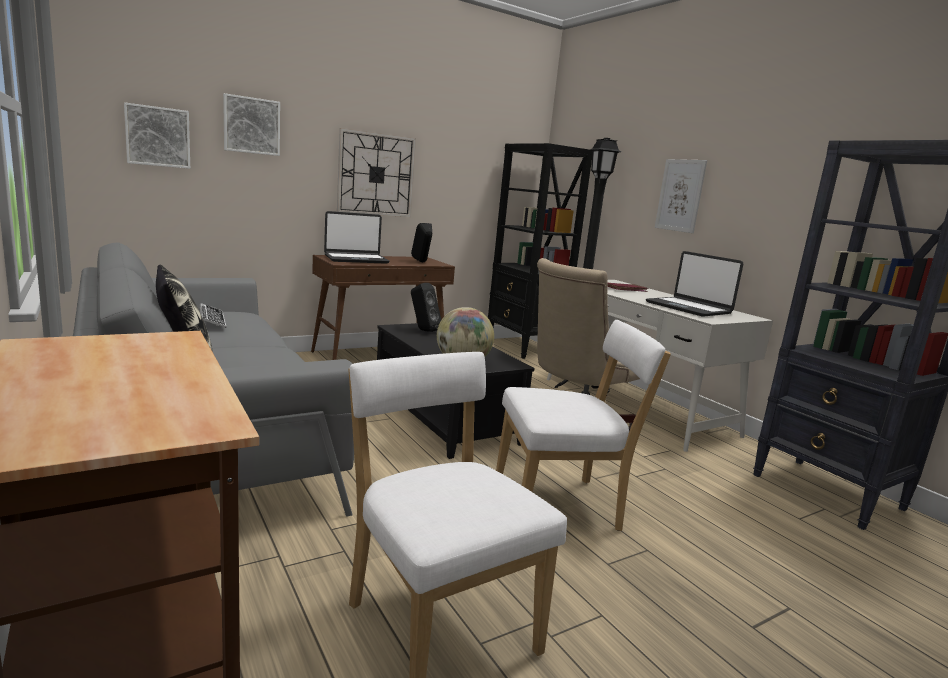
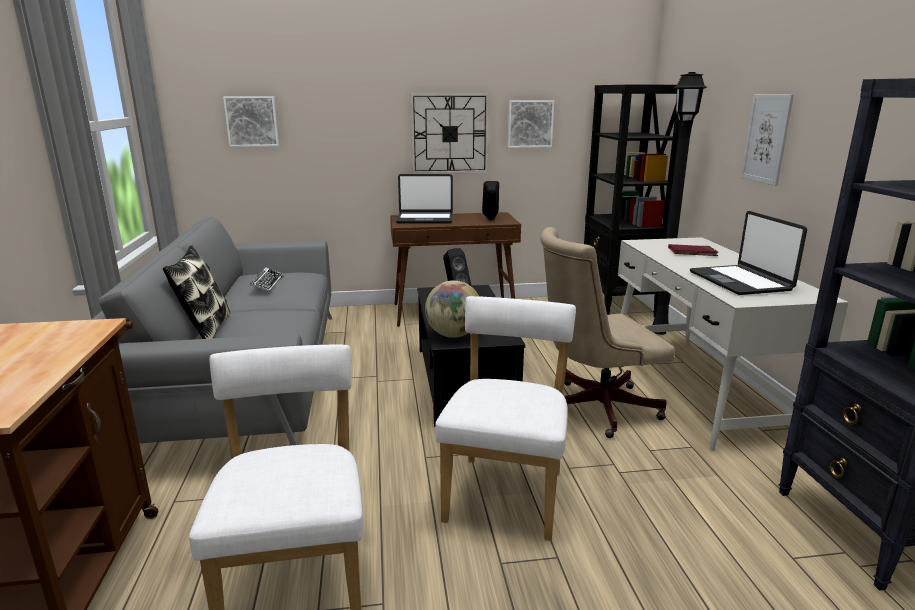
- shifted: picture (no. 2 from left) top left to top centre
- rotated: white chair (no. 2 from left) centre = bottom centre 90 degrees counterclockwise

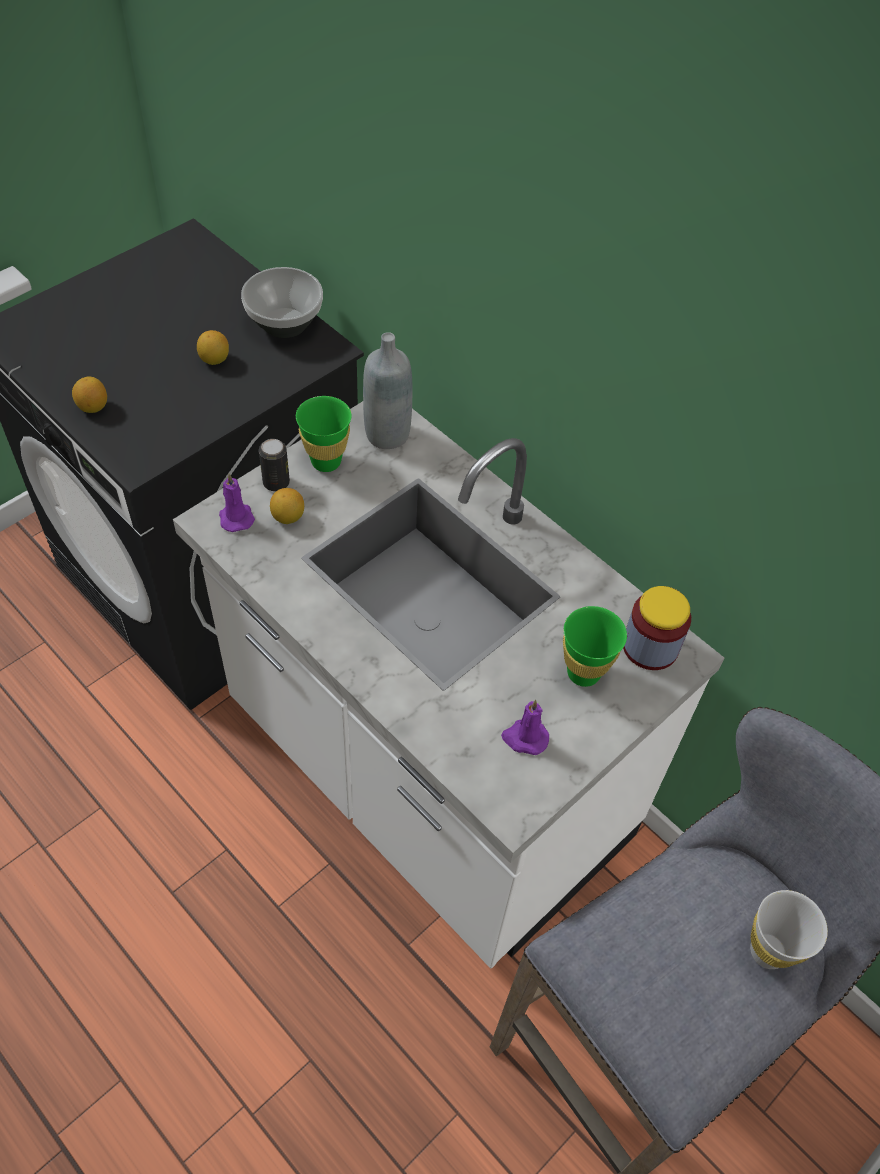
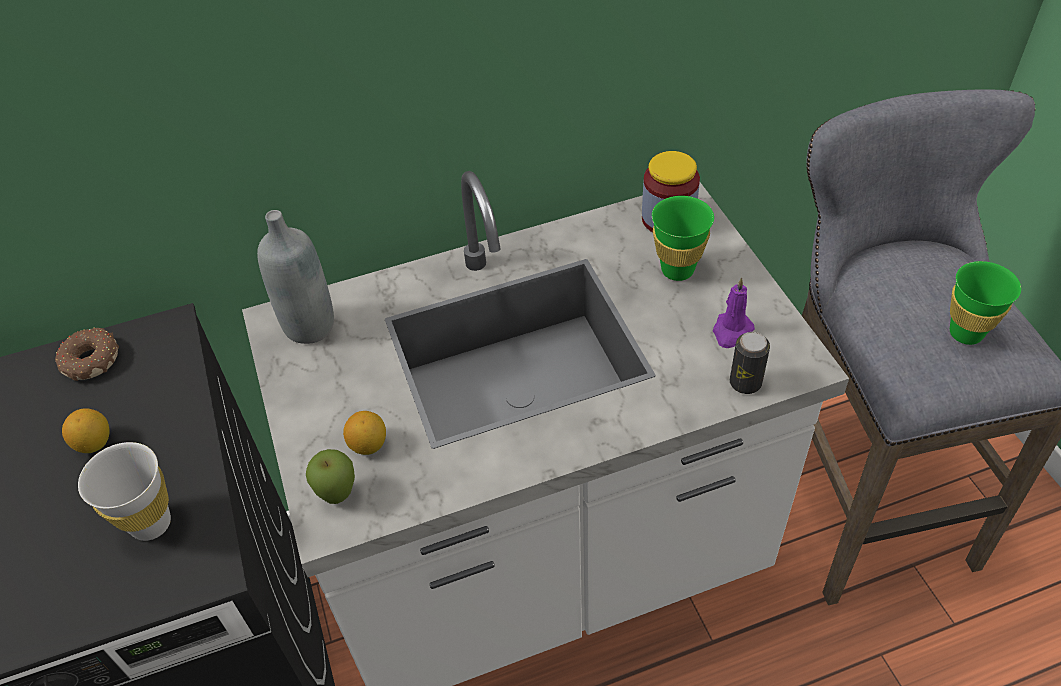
- gone: lemon (no. 1 from left) middle left
- swapped: purple candle (no. 1 from left) middle left to apple bottom left
- swapped: bowl top left to donut middle left
- shifted: can middle left to middle right
- shifted: green cup (no. 1 from left in the first image) centre to green cup (no. 2 from left) middle right
- shifted: white cup bottom right to bottom left

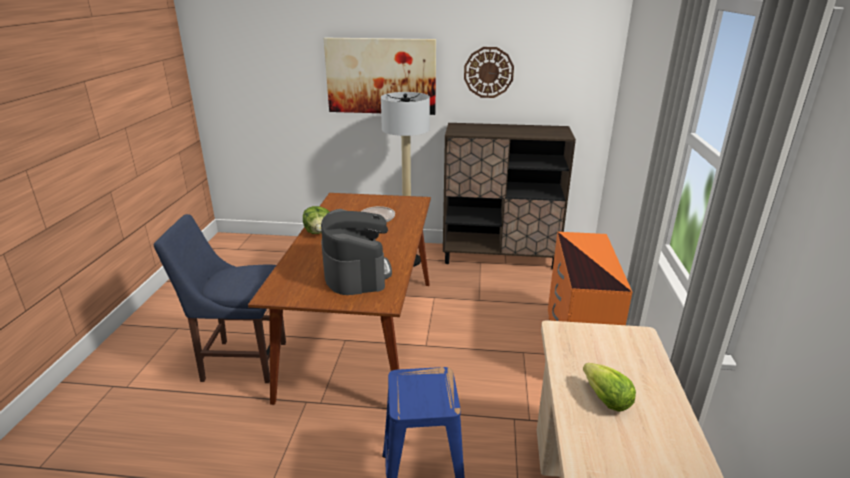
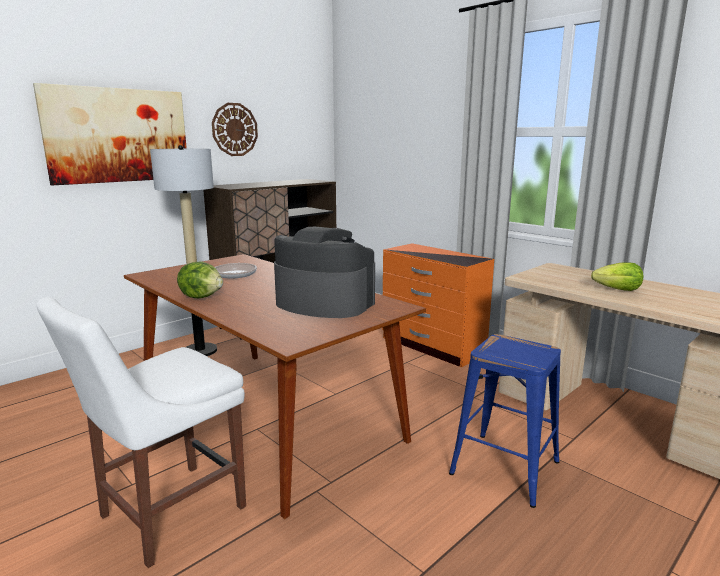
- repainted: blue chair middle left to white chair bottom left

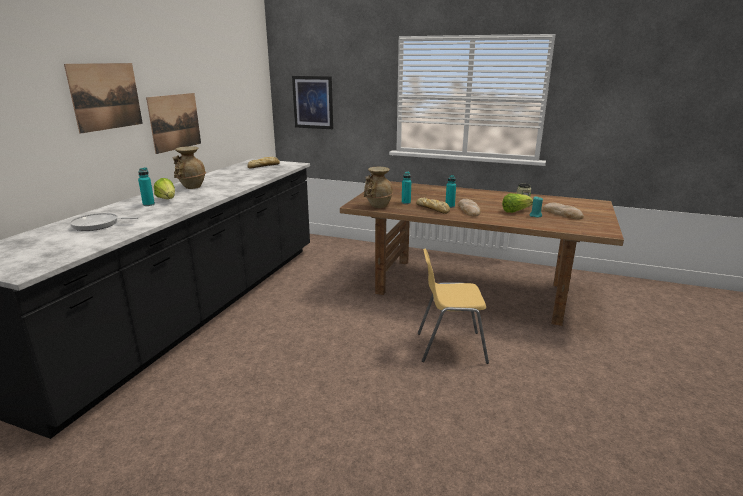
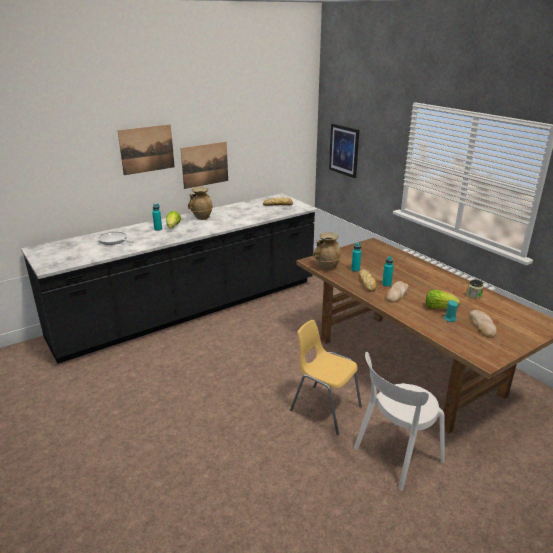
- new: white chair bottom right

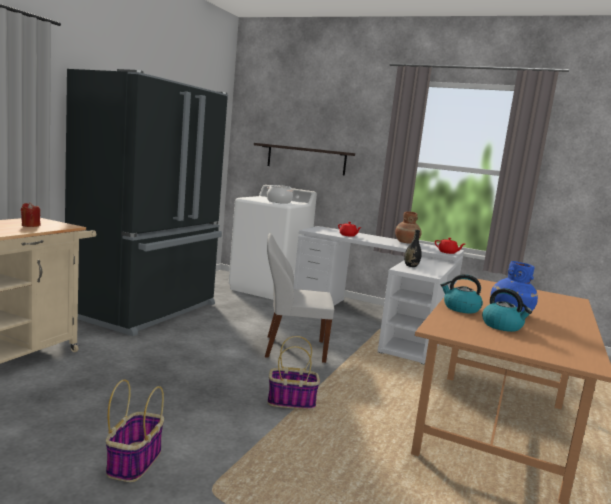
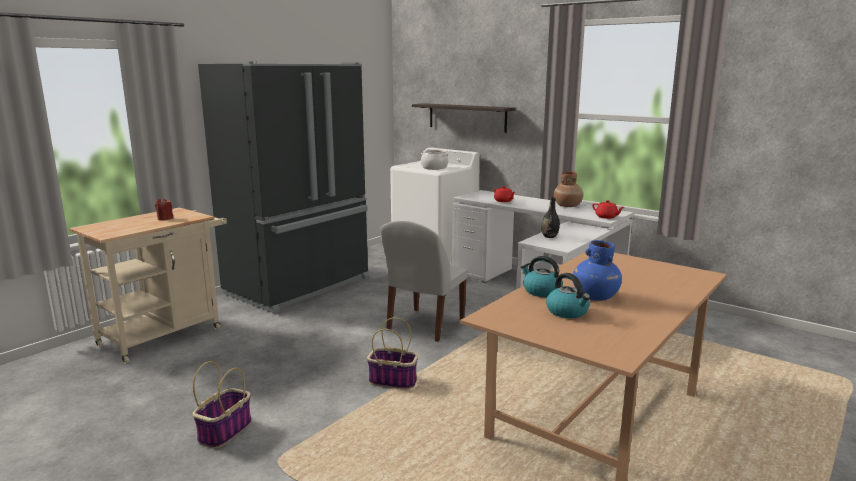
- rotated: white chair centre = centre 75 degrees counterclockwise

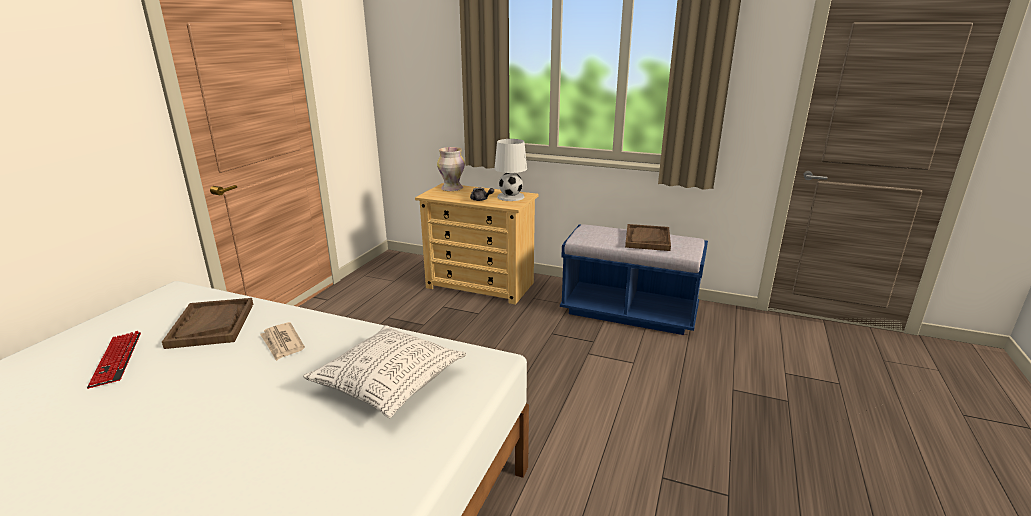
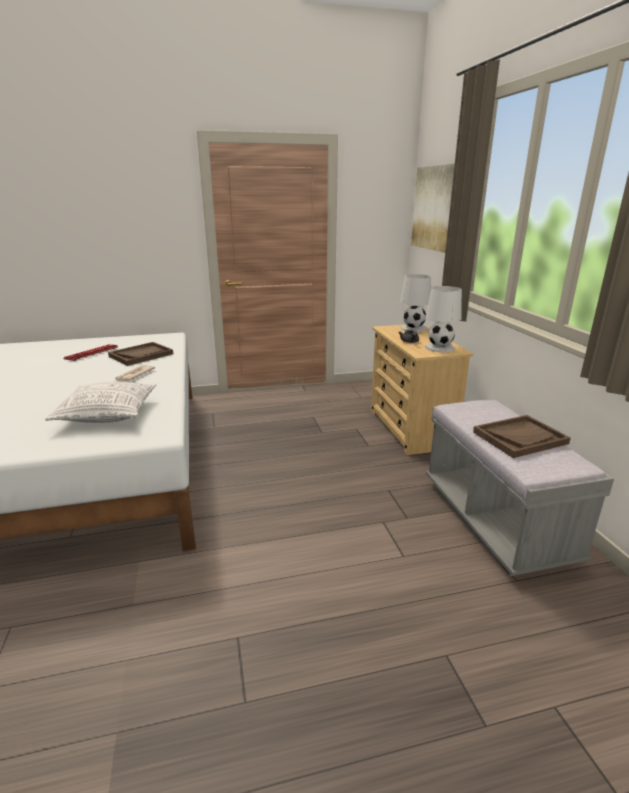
- swapped: vase top centre to white table lamp (no. 1 from left) centre
- repainted: blue bench centre to grey bench middle right
- new: picture top right

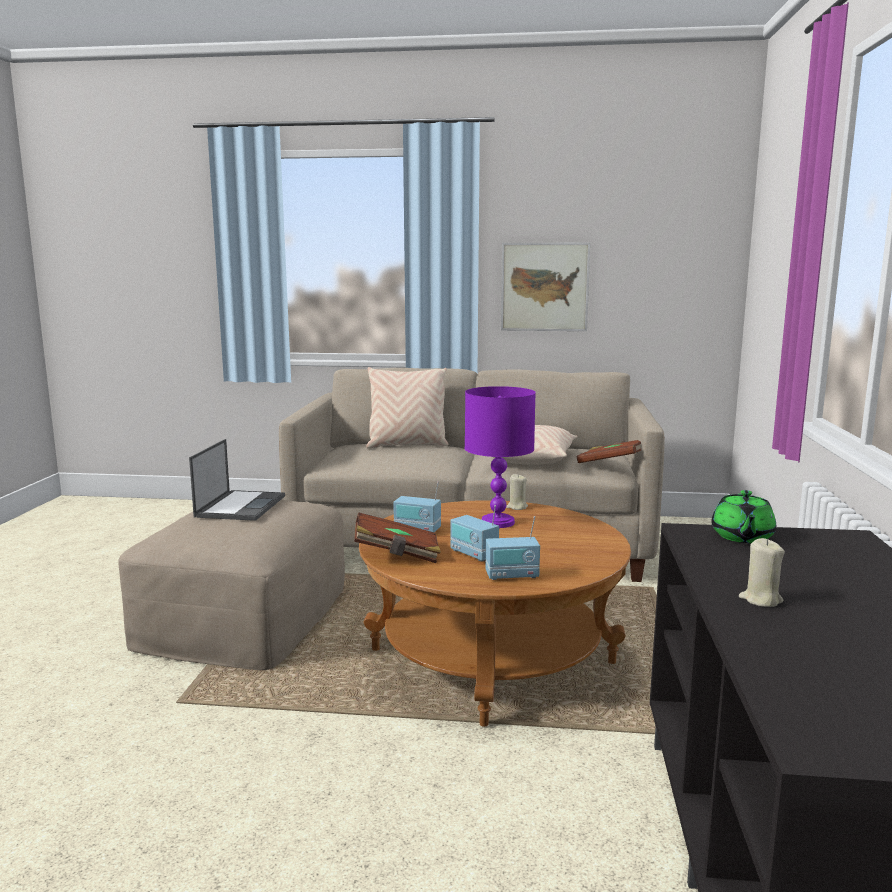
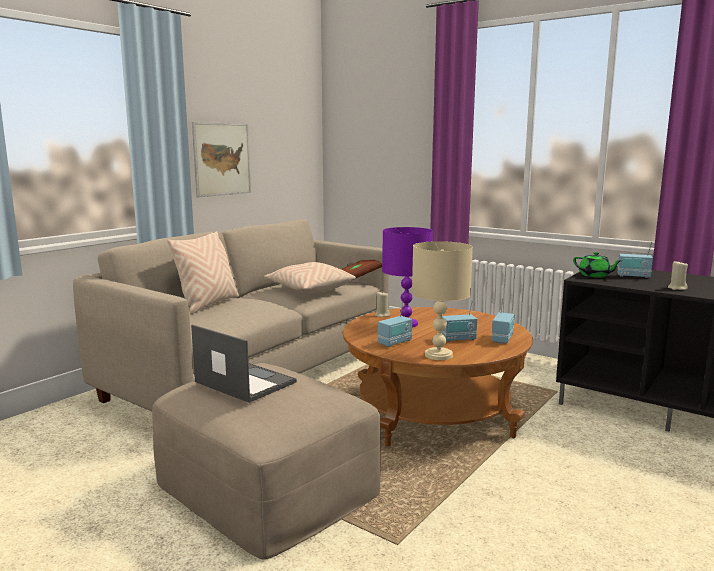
- swapped: brown book (no. 1 from left) centre to beige table lamp centre
- new: radio (no. 4 from left) middle right

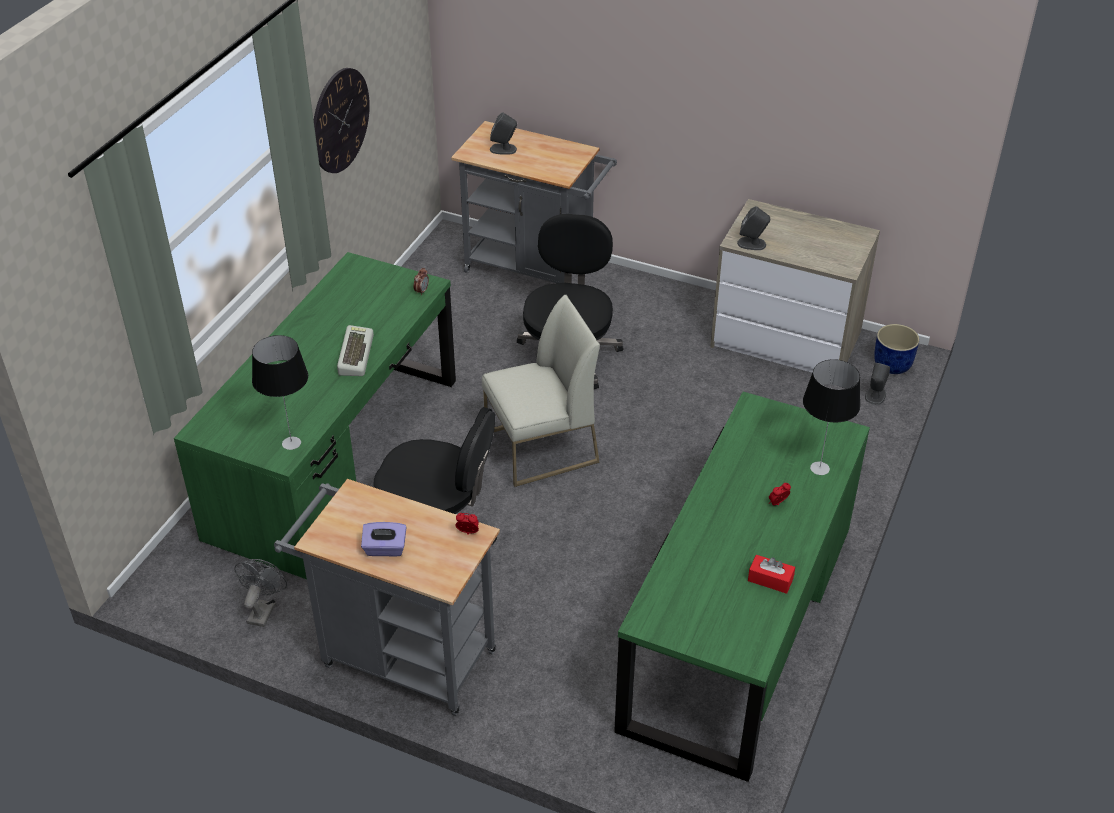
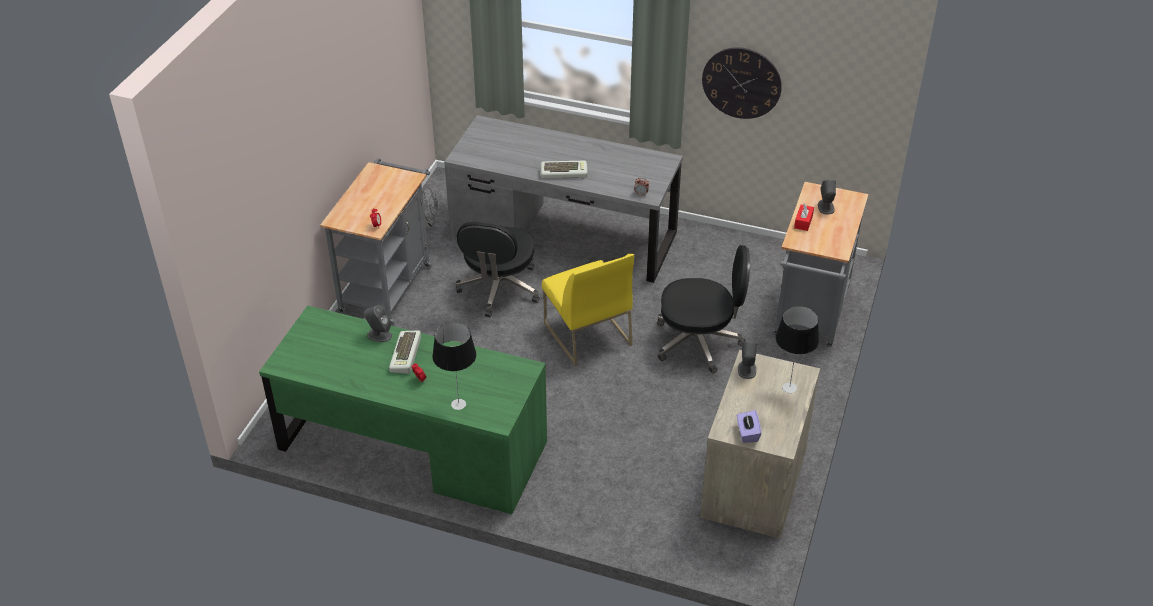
- repainted: green desk (no. 1 from left) middle left to grey desk top centre
- shifted: table lamp (no. 1 from left in the first image) middle left to table lamp (no. 2 from left) middle right
- shifted: purple tissue box centre to bottom centre
- repainted: white chair centre to yellow chair centre
- shifted: red tissue box bottom right to middle right
- shifted: grey speaker (no. 3 from left in the first image) middle right to grey speaker (no. 1 from left) middle left
- gone: blue planter middle right
- new: keyboard (no. 1 from left) centre

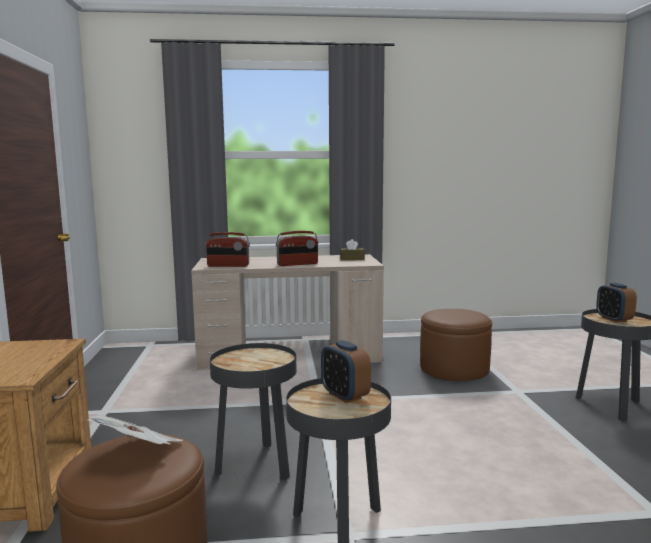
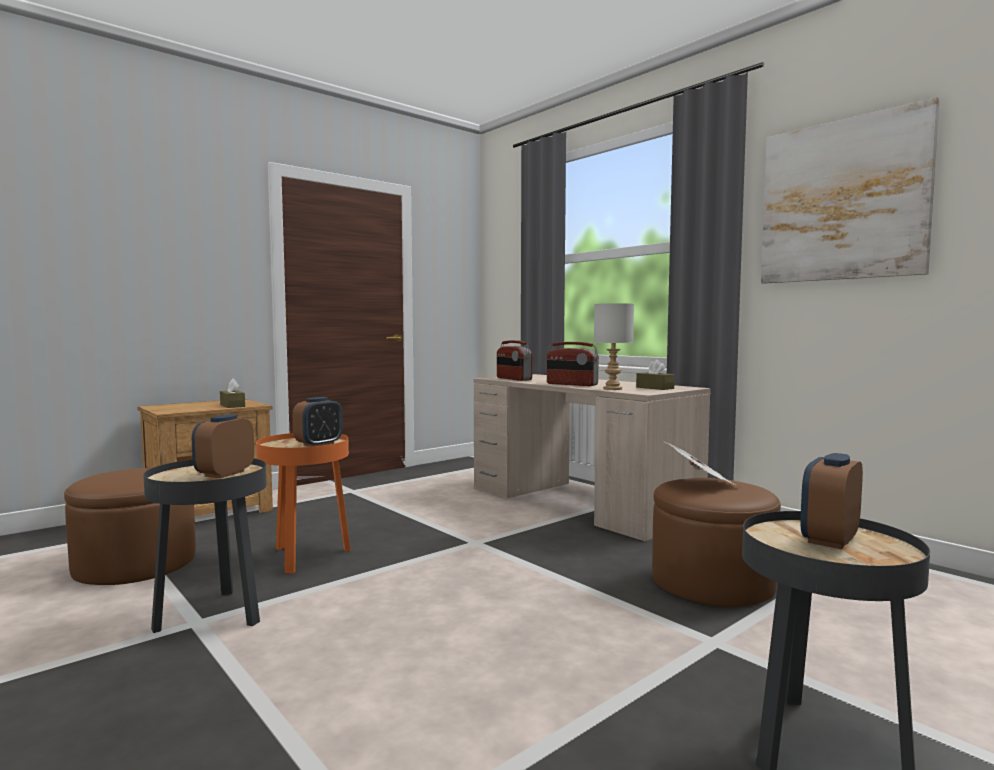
- shifted: newspaper bottom left to middle right
- repainted: black side table (no. 1 from left) bottom centre to orange side table middle left
- new: brown tissue box (no. 1 from left) middle left
- new: alarm clock (no. 2 from left) middle left
- new: grey table lamp centre
- new: picture top right

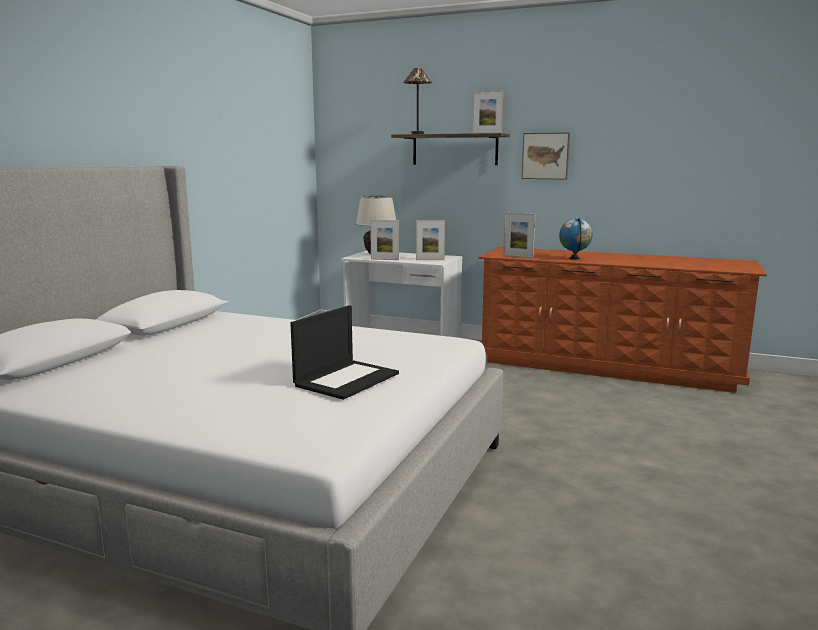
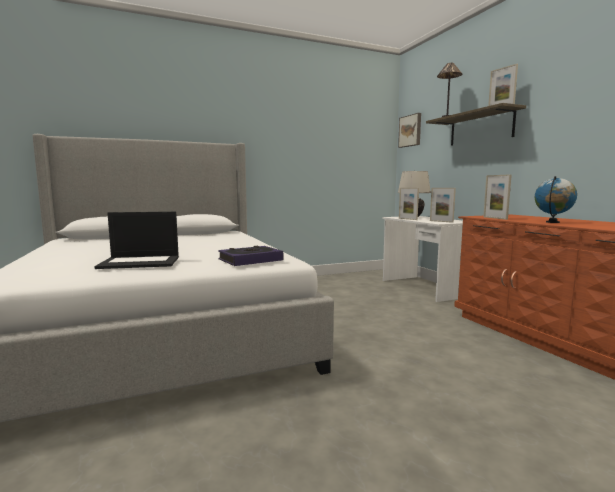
- shifted: picture top right to top centre
- new: book centre

